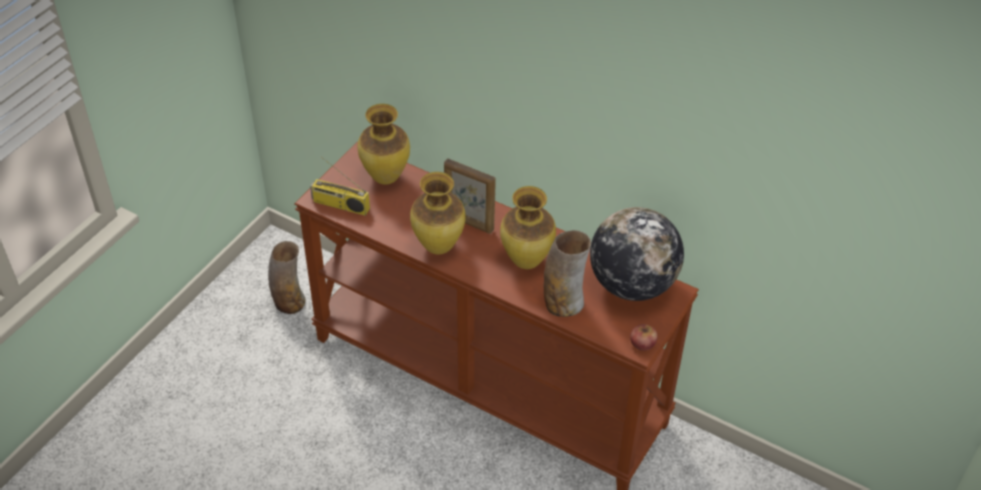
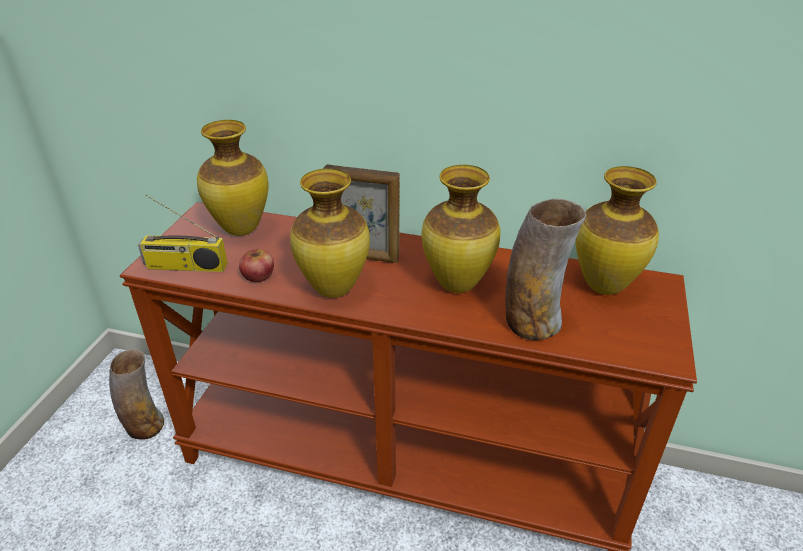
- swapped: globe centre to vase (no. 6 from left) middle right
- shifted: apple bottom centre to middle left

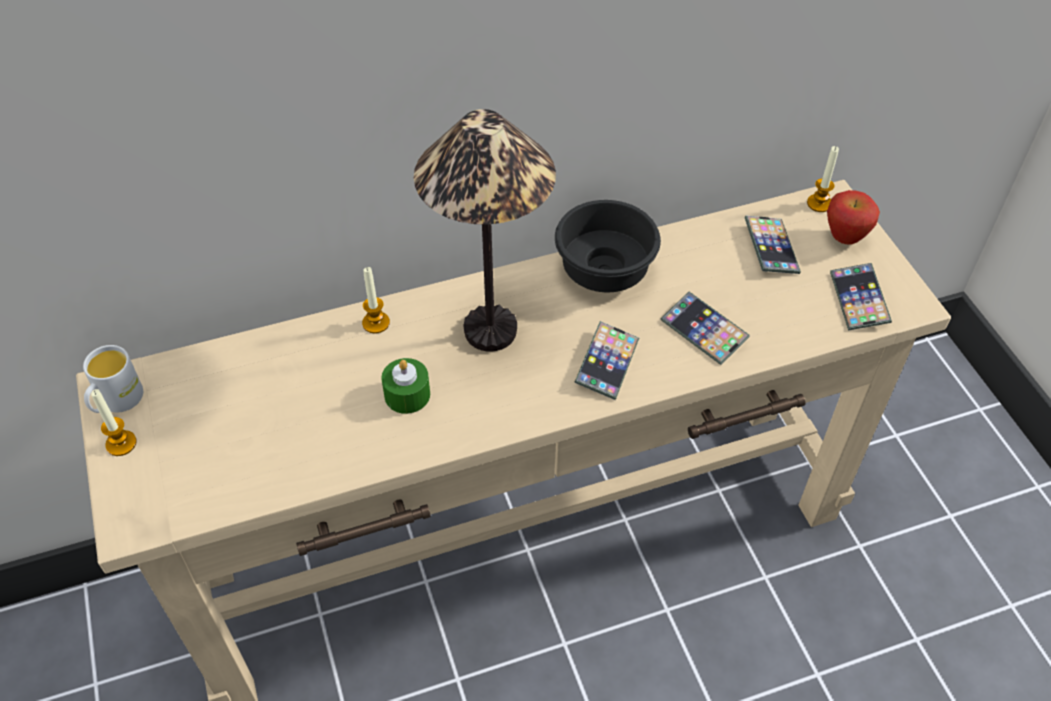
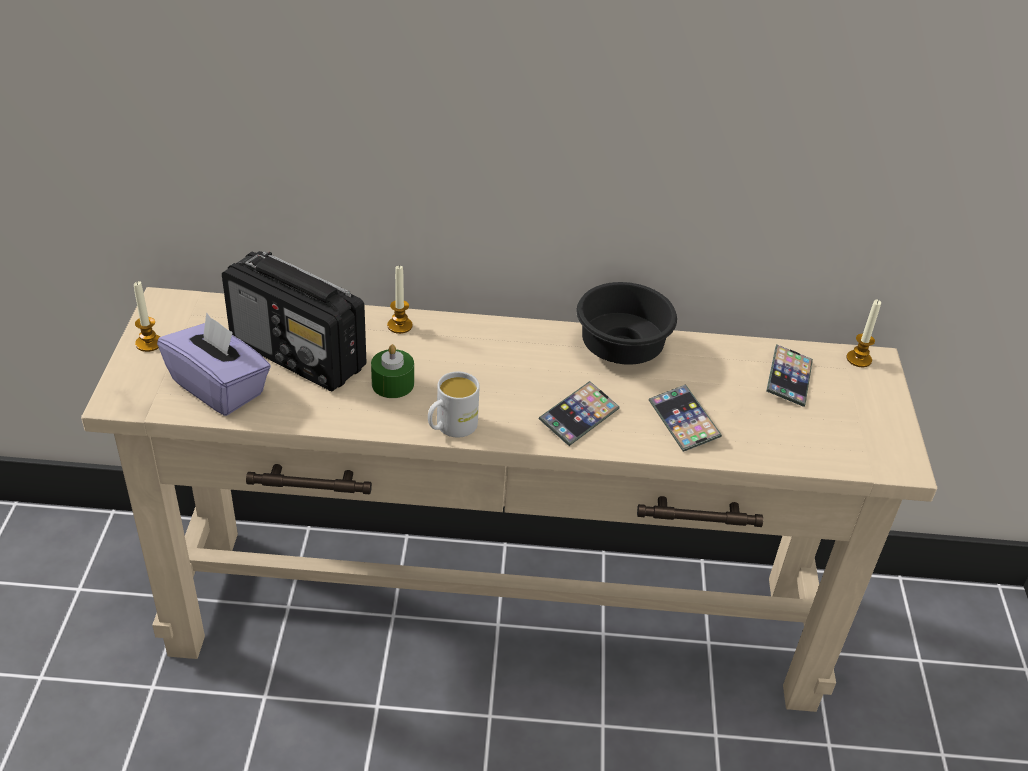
- shifted: white mug middle left to centre
- gone: table lamp top centre
- gone: apple top right
- gone: phone (no. 4 from left) middle right
- new: purple tissue box middle left
- new: radio middle left

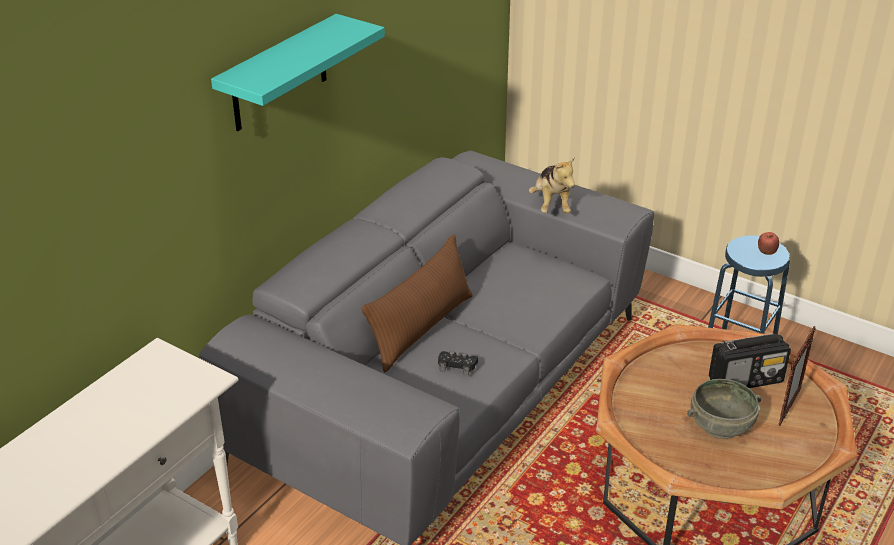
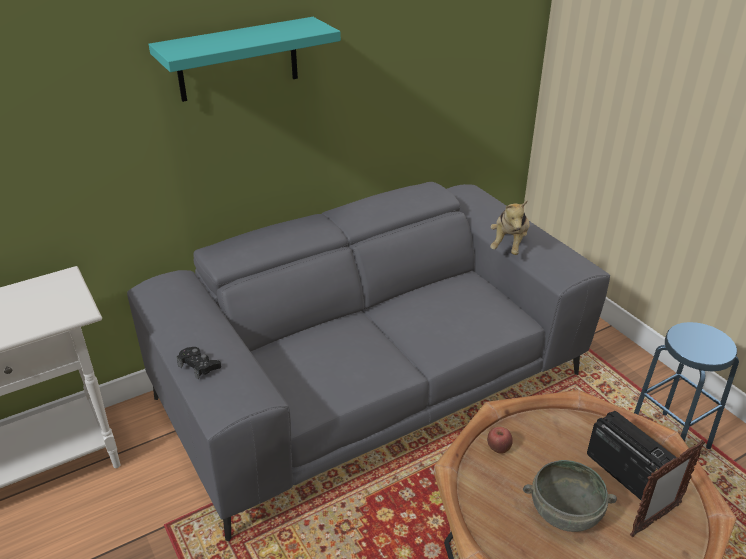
- gone: brown pillow centre
- shifted: black game controller centre to middle left
- rotated: radio middle right = bottom right 135 degrees counterclockwise
- shifted: apple middle right to bottom right

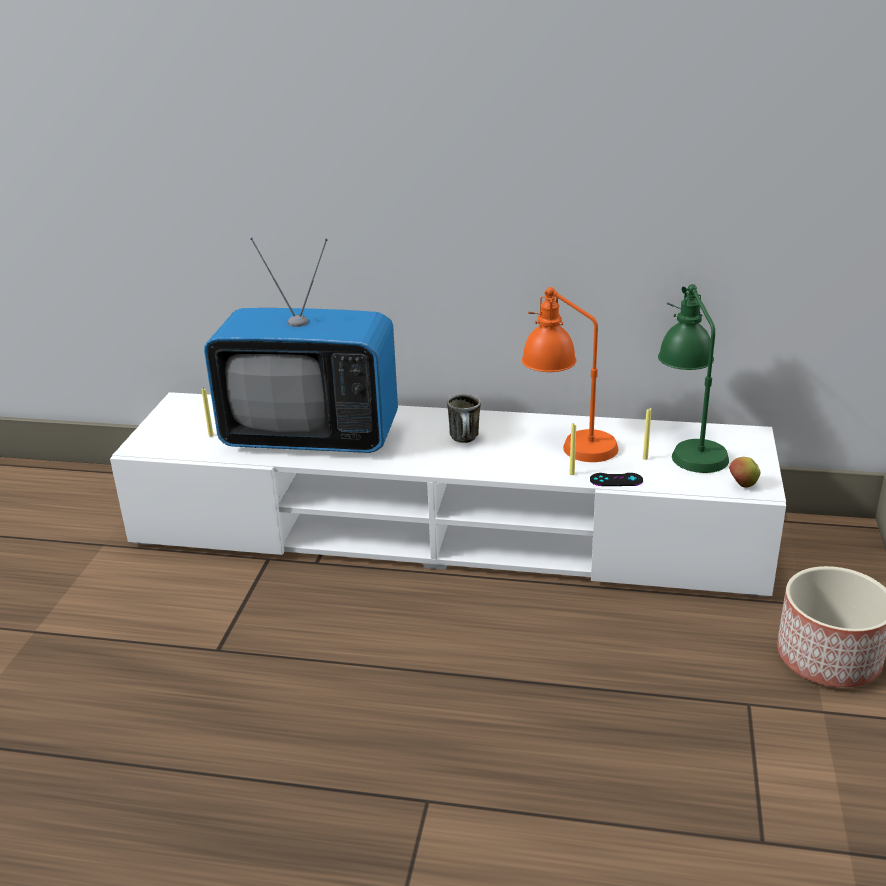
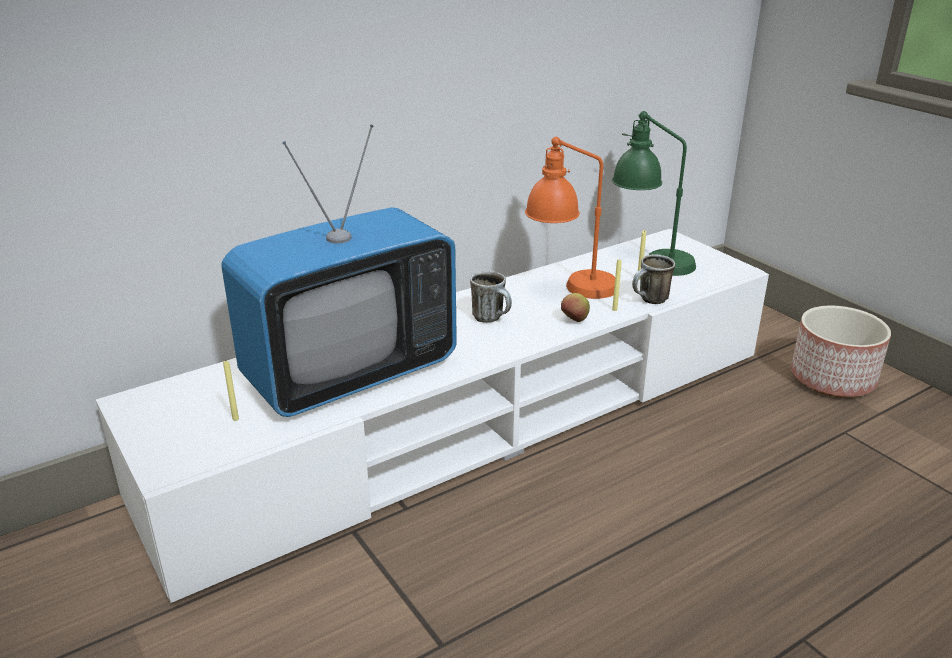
- swapped: black game controller middle right to mug (no. 2 from left) middle right
- shifted: apple middle right to centre

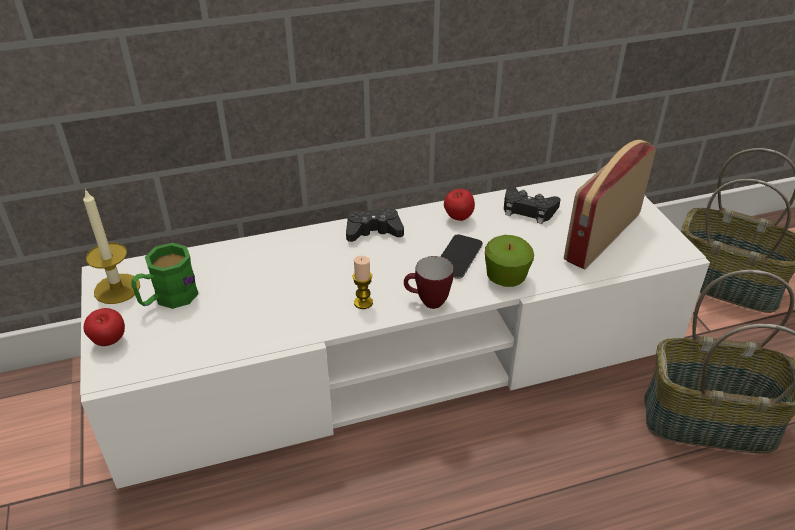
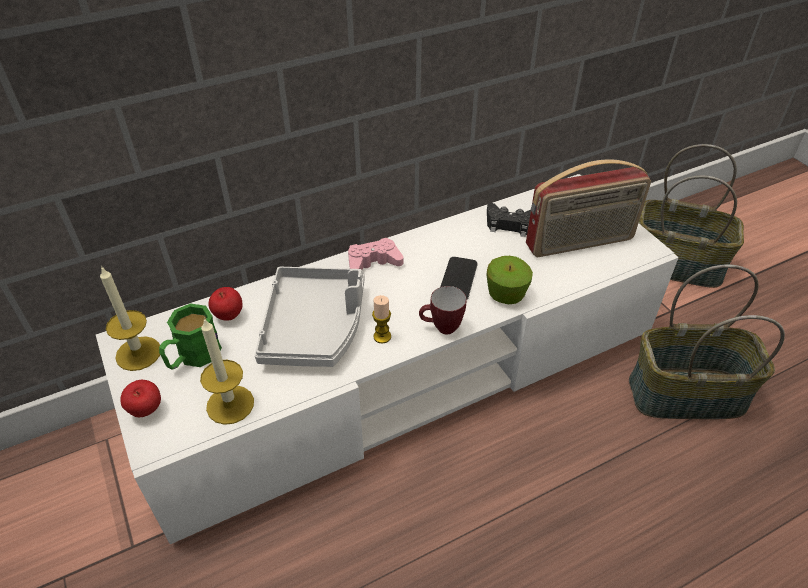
- repainted: black game controller (no. 1 from left) centre to pink game controller centre
- shifted: apple (no. 2 from left) centre to middle left
- rotated: radio middle right = middle right 135 degrees counterclockwise
- new: candle (no. 2 from left) middle left
- new: grey tray centre

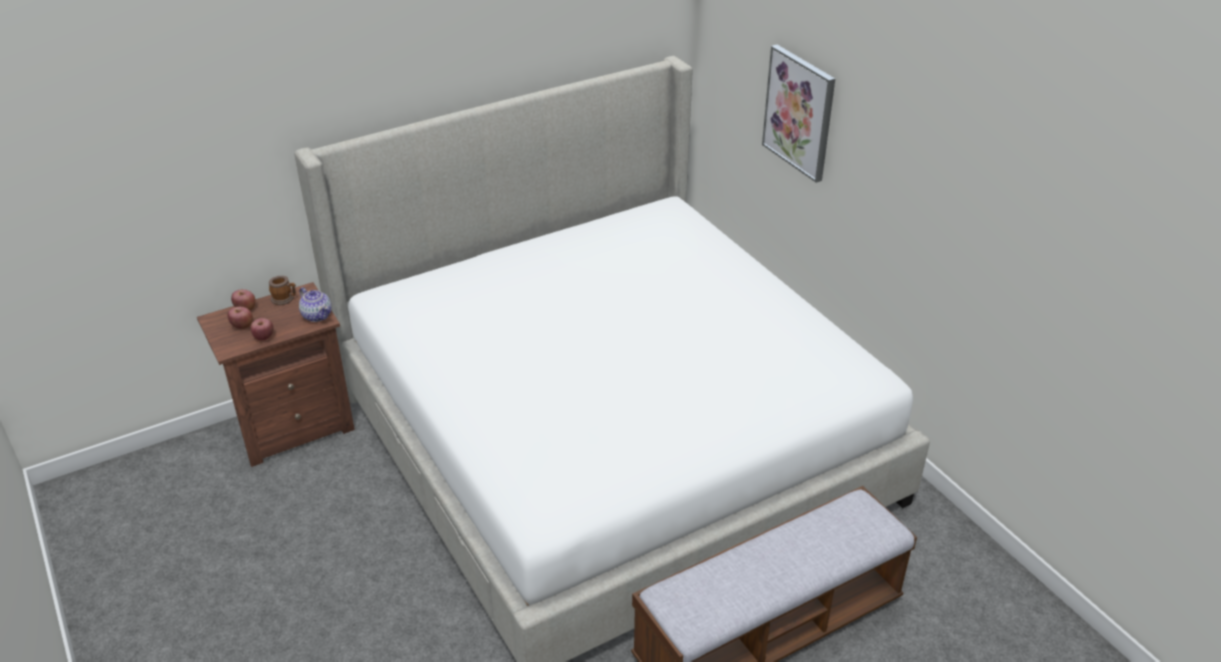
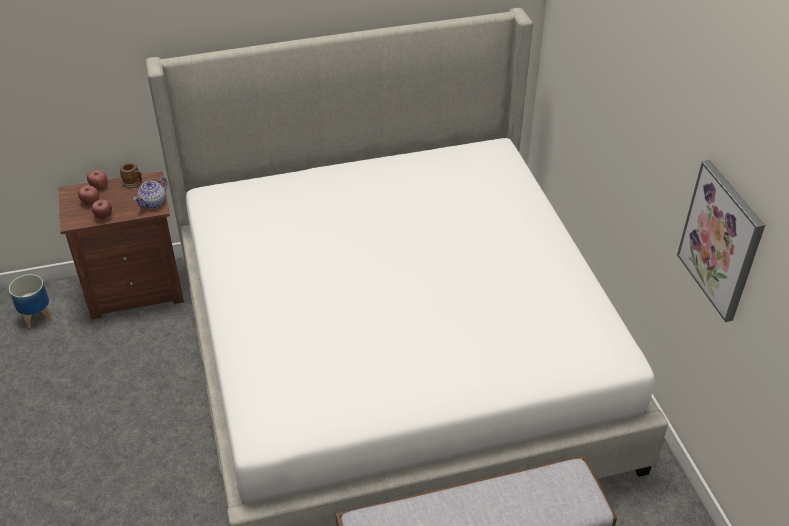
- rotated: teapot middle left = middle left 60 degrees clockwise
- shifted: picture top centre to middle right
- new: planter middle left

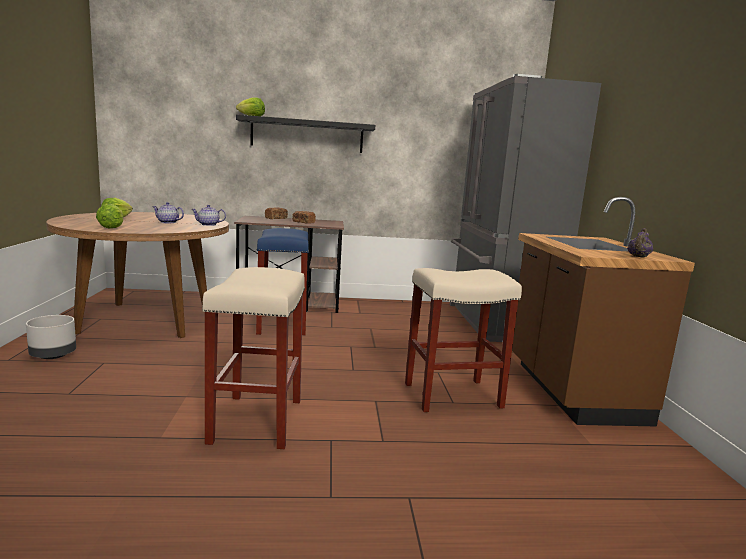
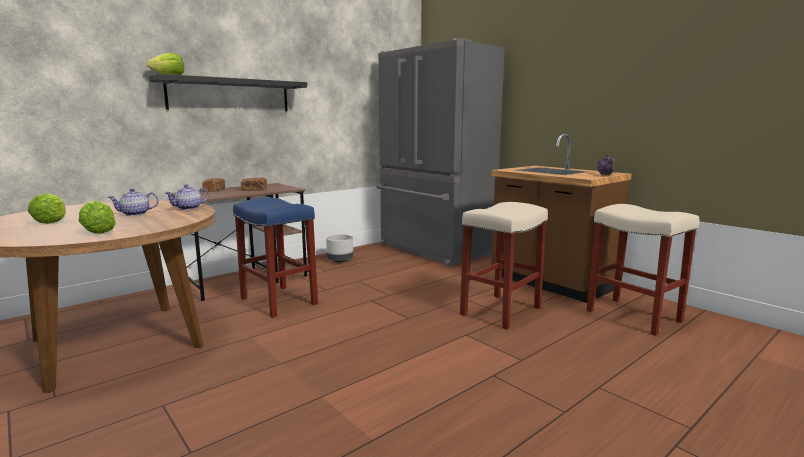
- shifted: grey planter middle left to centre
- shifted: beige stool (no. 1 from left in the first image) centre to beige stool (no. 2 from left) middle right

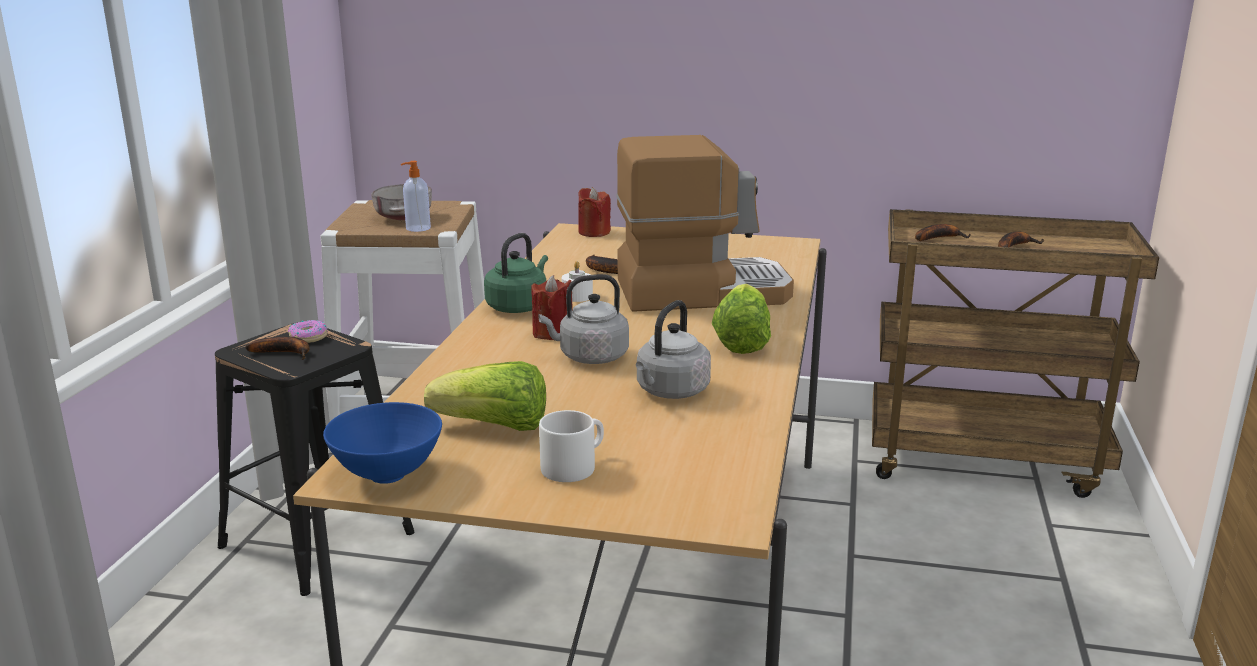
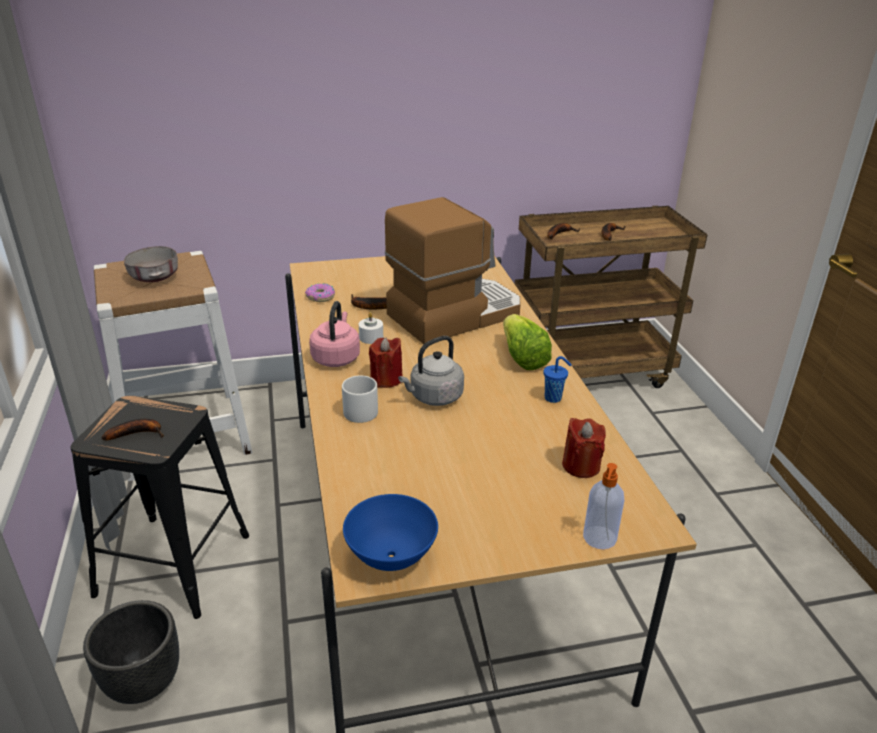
- shifted: donut middle left to centre
- shifted: soap dispenser top left to bottom right
- gone: lettuce (no. 1 from left) centre
- repainted: green kettle centre to pink kettle centre
- shifted: white mug bottom centre to centre
- shifted: red candle (no. 2 from left) top centre to centre
- gone: grey kettle (no. 2 from left) centre
- new: black planter bottom left
- new: blue cup centre

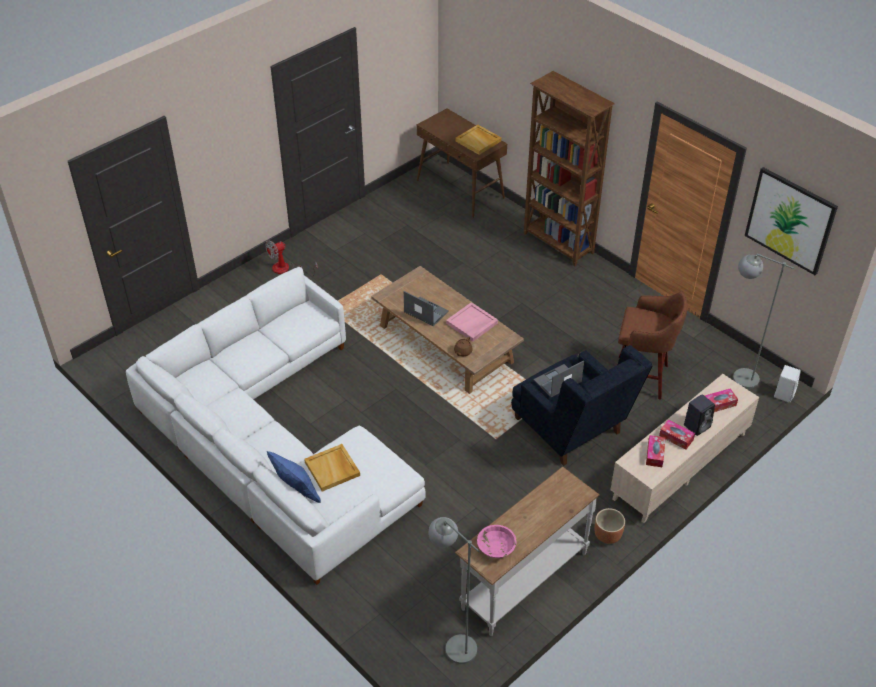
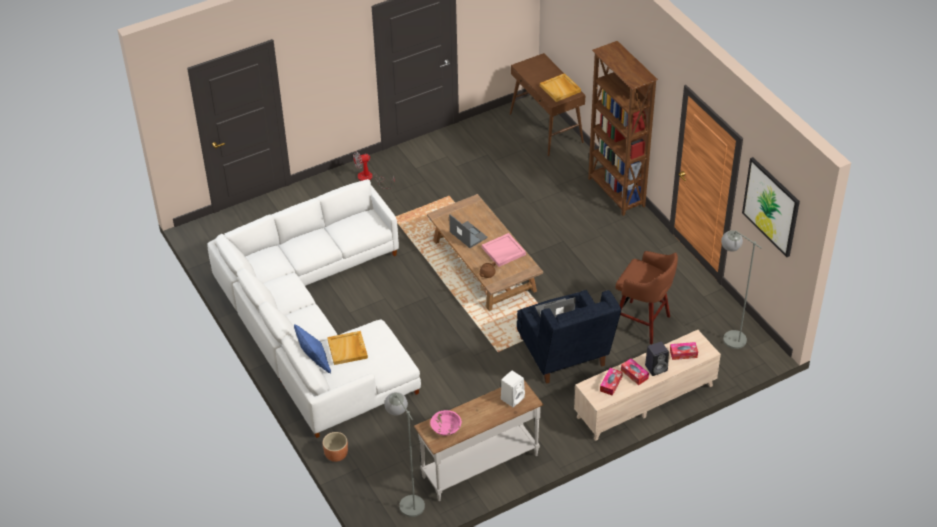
- shifted: brown planter bottom right to bottom centre
- shifted: white speaker middle right to bottom centre

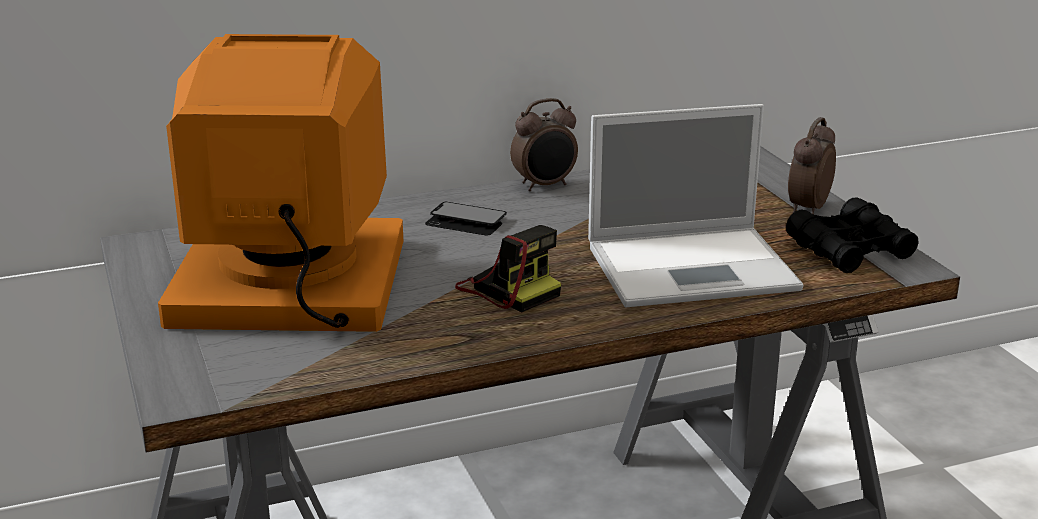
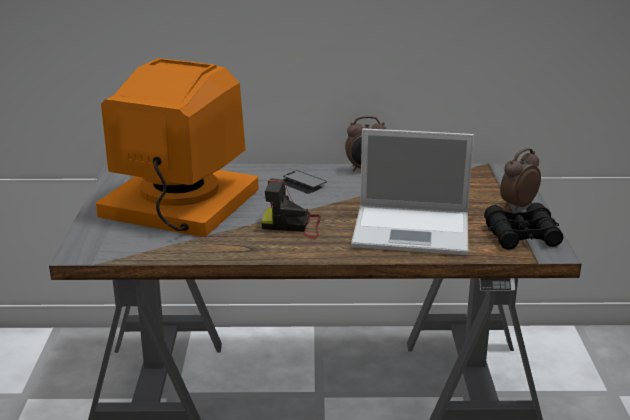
- rotated: photo camera centre = centre 120 degrees clockwise

